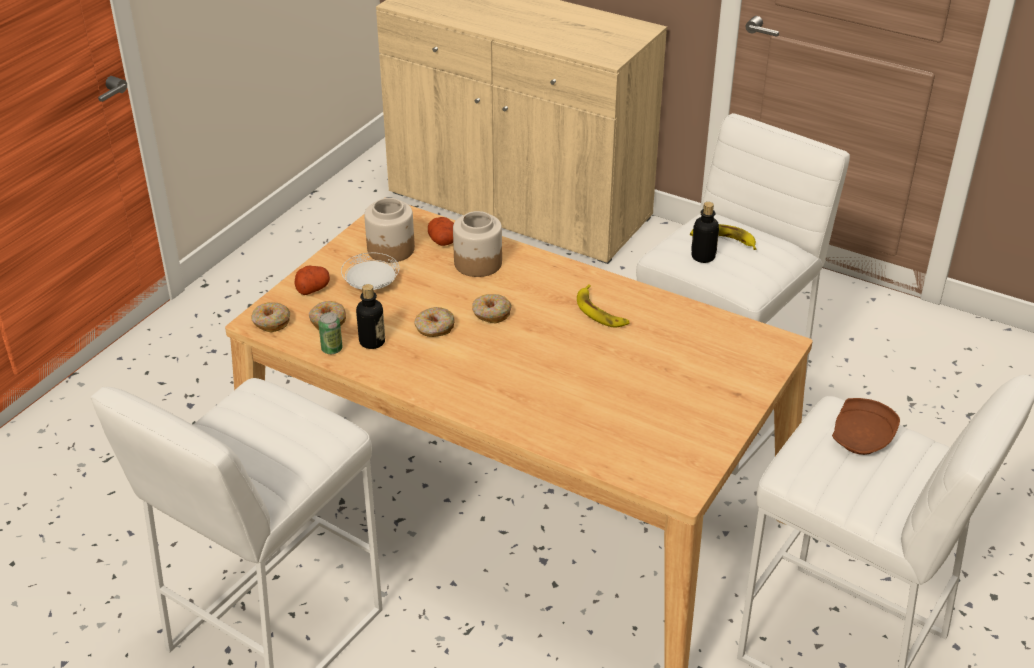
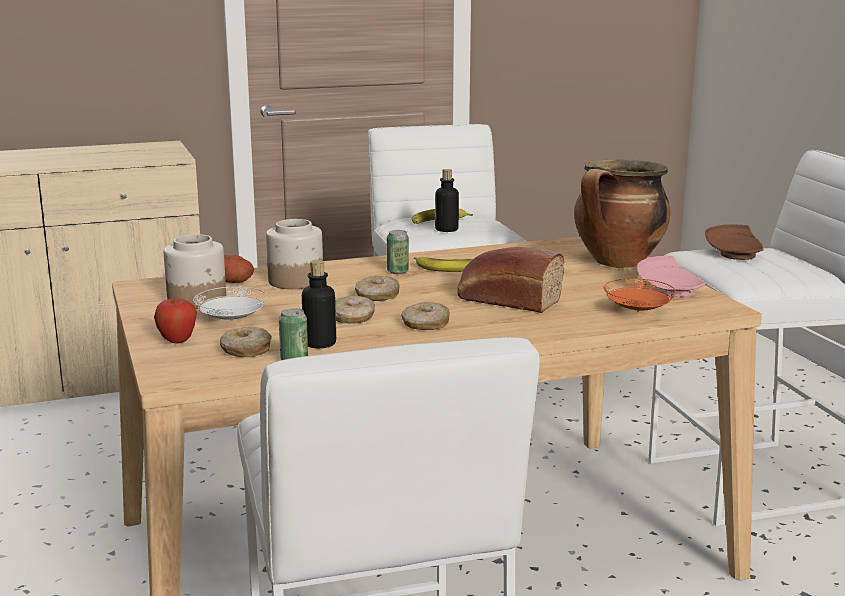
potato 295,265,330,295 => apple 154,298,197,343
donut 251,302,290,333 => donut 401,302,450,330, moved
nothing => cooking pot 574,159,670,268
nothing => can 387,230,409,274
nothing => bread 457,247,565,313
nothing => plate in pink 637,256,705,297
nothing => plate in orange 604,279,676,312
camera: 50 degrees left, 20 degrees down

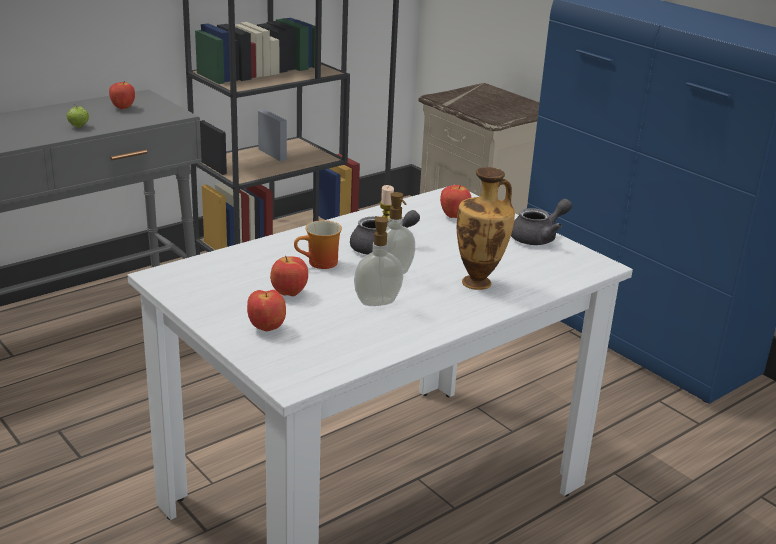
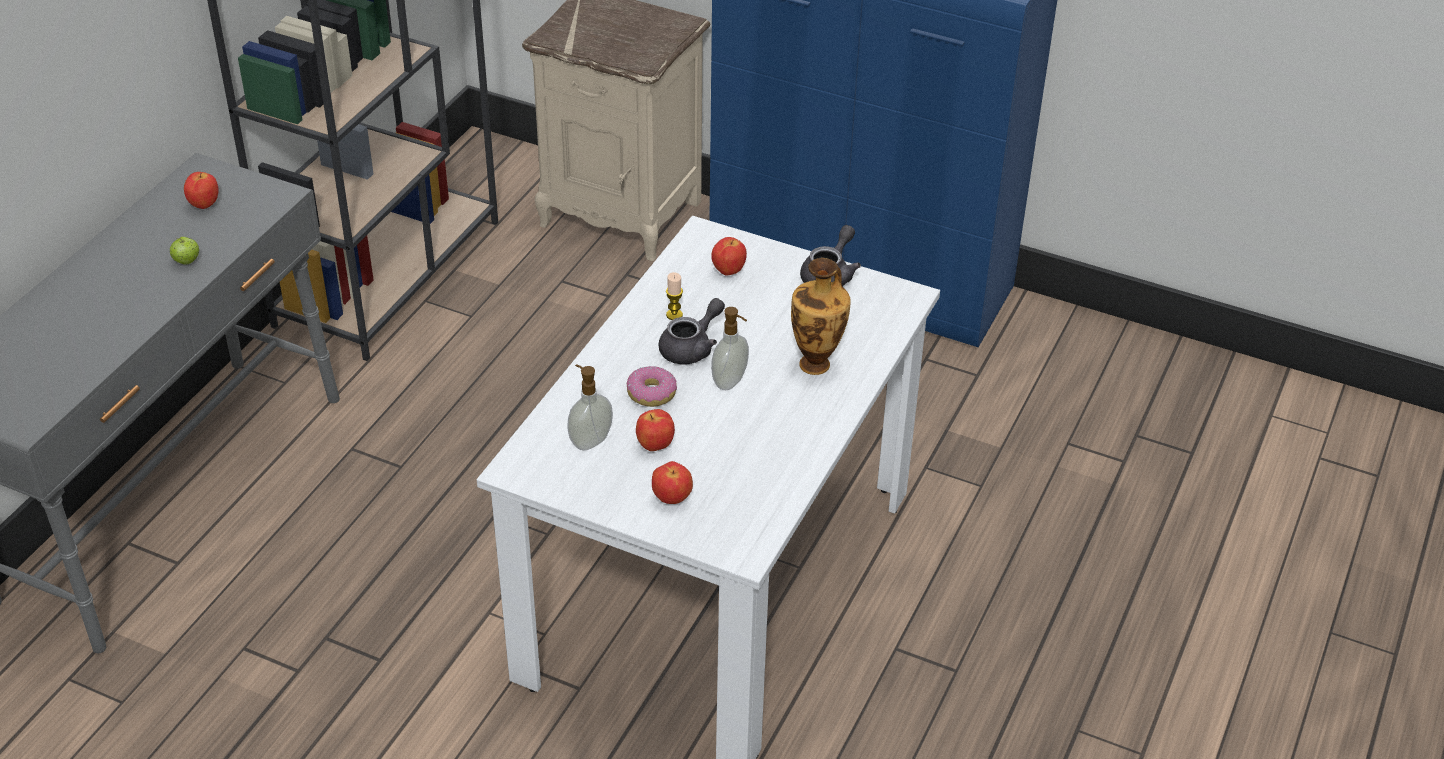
soap dispenser 354,216,403,306 => soap dispenser 567,364,613,450, moved
mug 294,220,342,269 => donut 627,366,677,407
camera: 25 degrees left, 15 degrees up

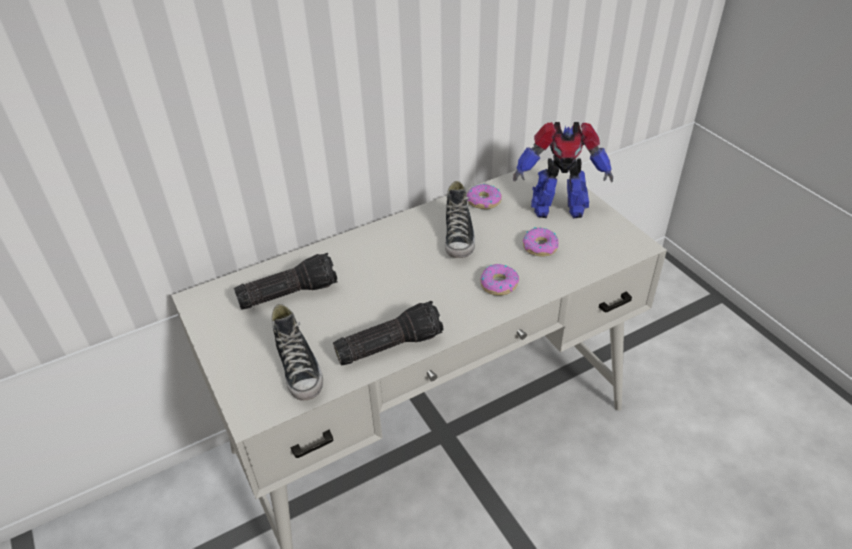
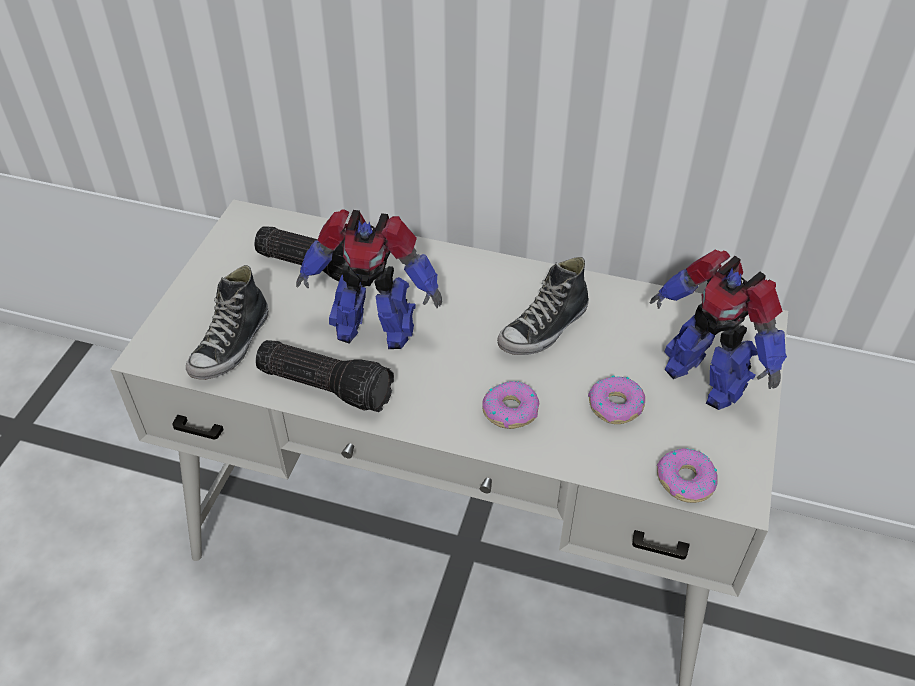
donut 467,184,502,209 => donut 657,448,718,503, moved
nothing => toy robot 296,209,442,349
camera: 45 degrees right, 5 degrees up

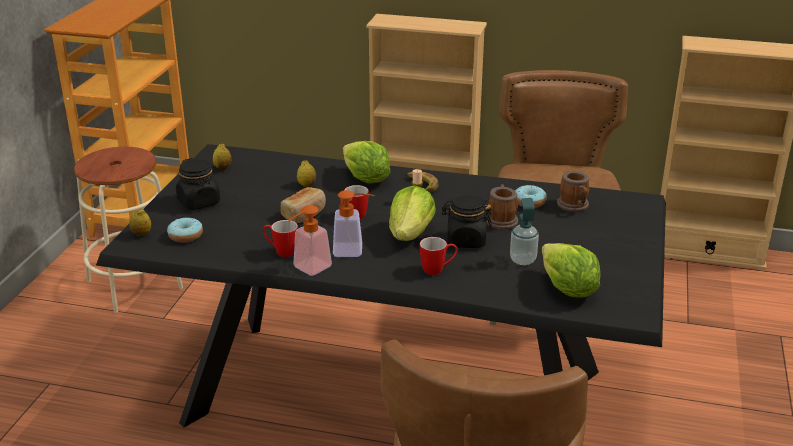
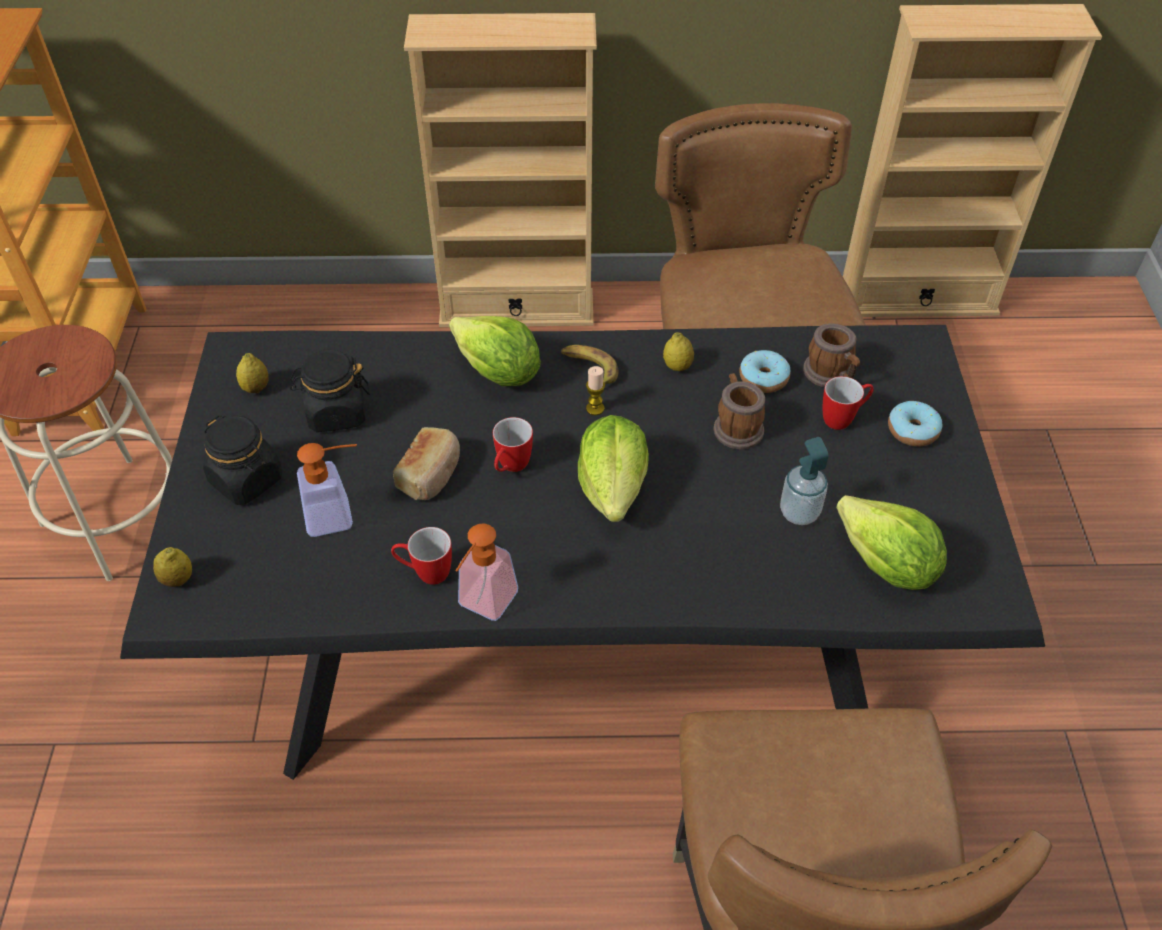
lemon 297,160,316,187 => lemon 663,332,694,371, moved
soap dispenser 333,190,374,257 => soap dispenser 297,443,357,537, moved
jar in black 442,194,492,248 => jar in black 290,349,370,432, moved
donut 167,217,203,243 => donut 888,401,942,446, moved
mug 420,237,458,275 => mug 823,376,874,430, moved
camera: 15 degrees left, 20 degrees up

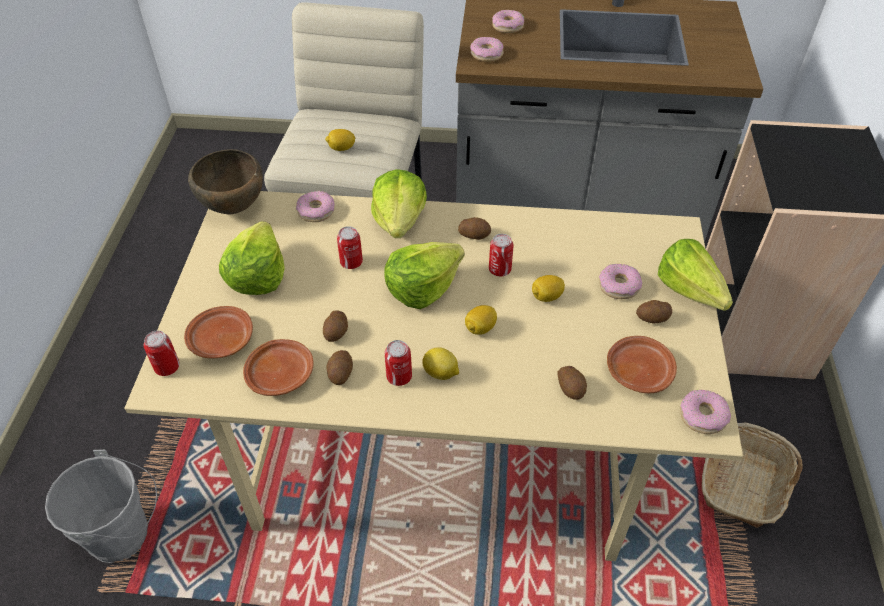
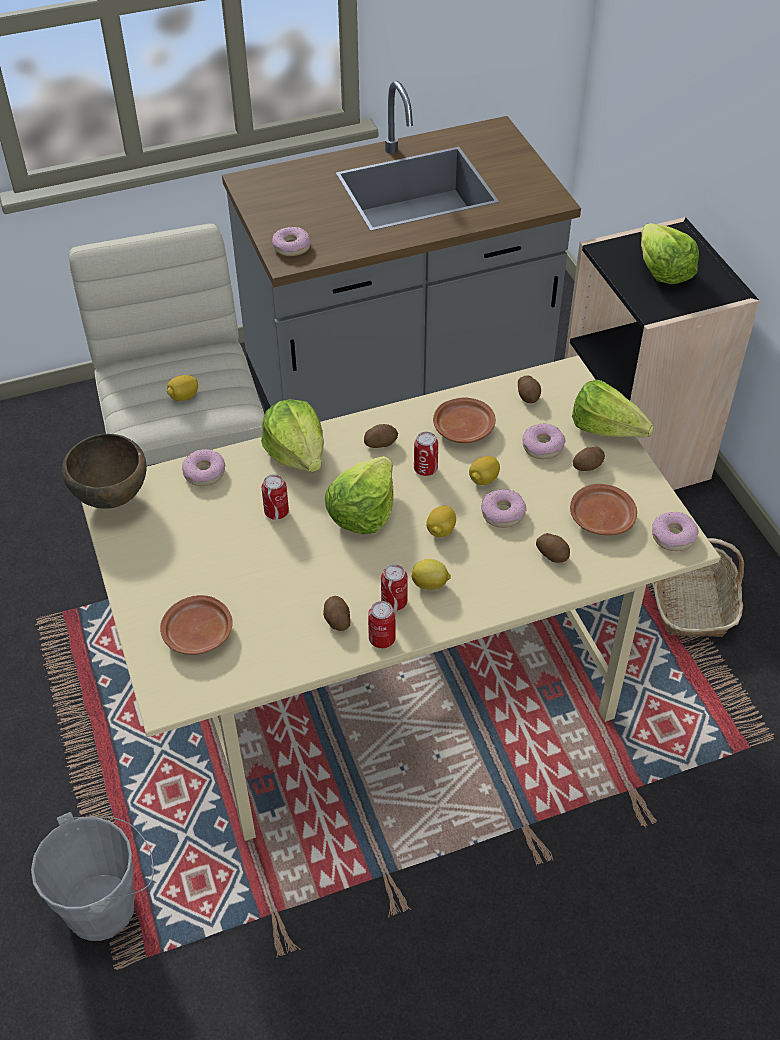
donut 492,10,524,33 => donut 481,489,527,528, moved
lettuce 219,221,285,295 => lettuce 641,223,699,284, moved
potato 323,310,348,342 => potato 518,376,541,403, moved
can 144,330,180,376 => can 368,601,396,648, moved
plate in brown 243,339,314,396 => plate in brown 433,398,496,443, moved
camera: 25 degrees left, 0 degrees up

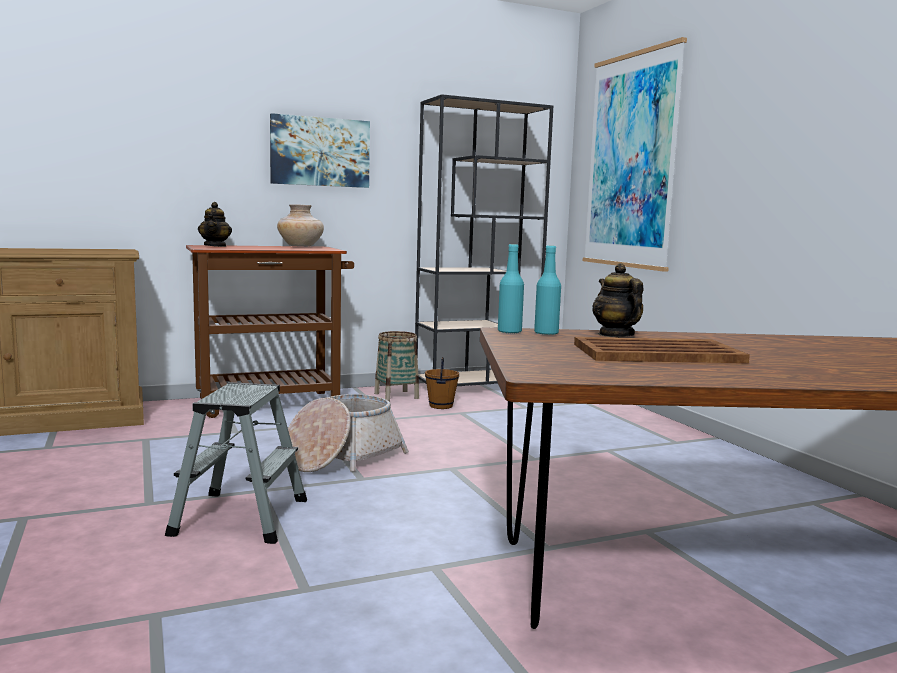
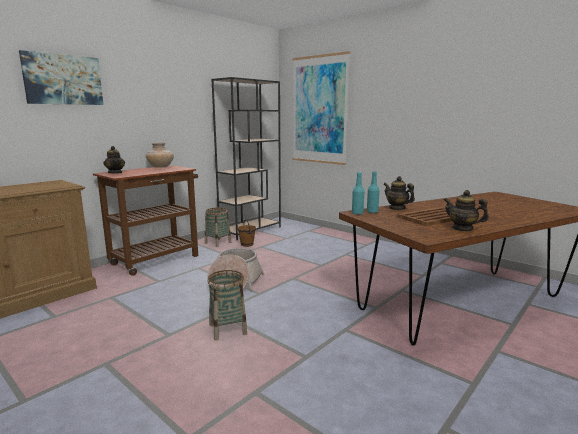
picture 270,113,370,188 => picture 19,50,104,105, moved
step ladder in grey 165,382,307,544 => basket 207,270,247,340
nothing => teapot 444,190,489,232
camera: 25 degrees left, 5 degrees up

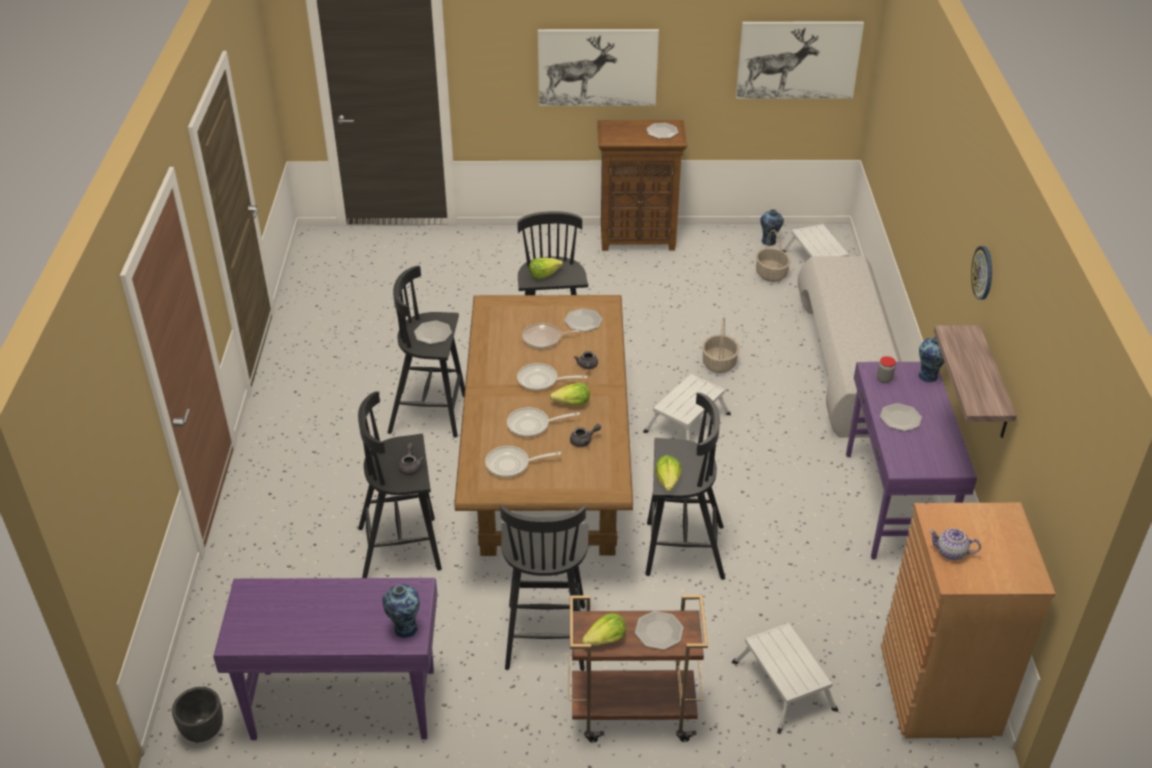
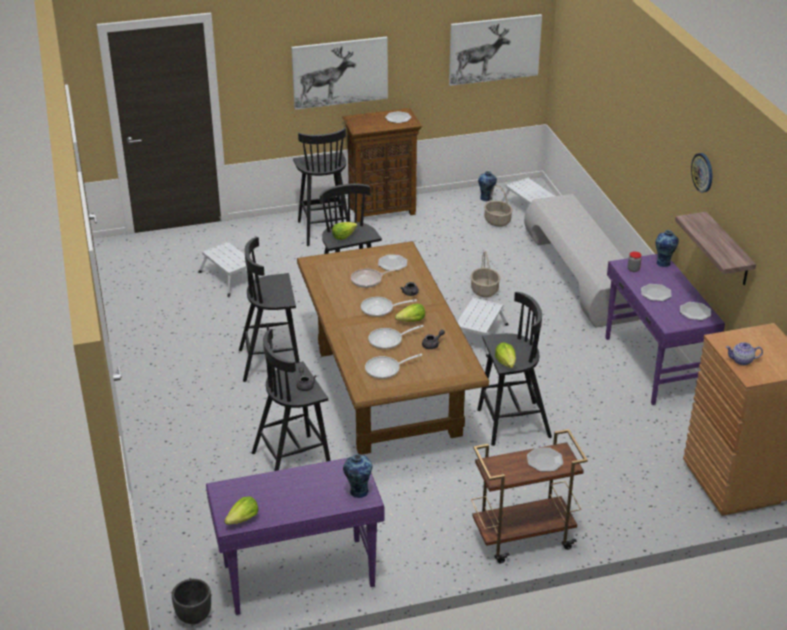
plate 414,321,452,344 => plate 680,302,711,320, moved
stool in black 500,504,589,671 => stool in black 293,127,348,246, moved
lettuce 582,613,626,645 => lettuce 224,496,259,525, moved
step ladder in white 732,623,838,734 => step ladder in white 198,242,260,297, moved
camera: 15 degrees left, 5 degrees down

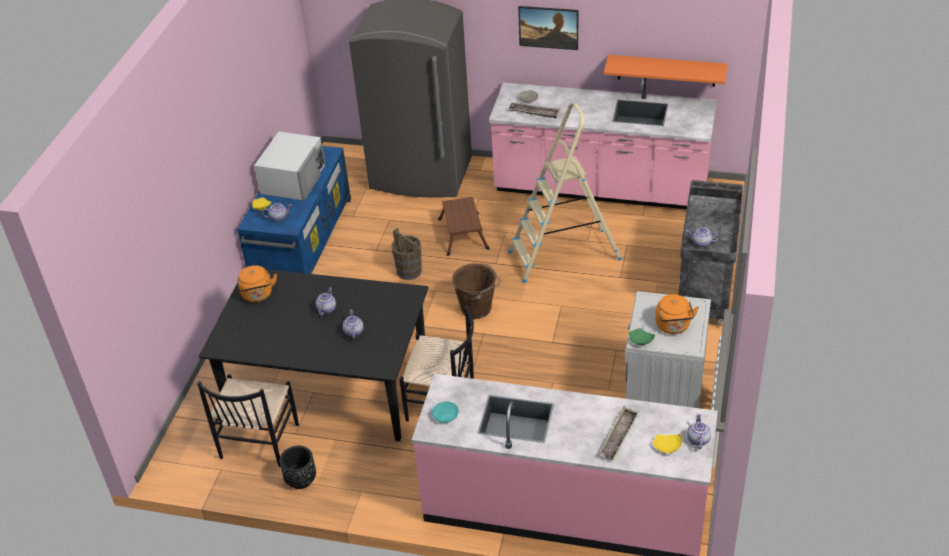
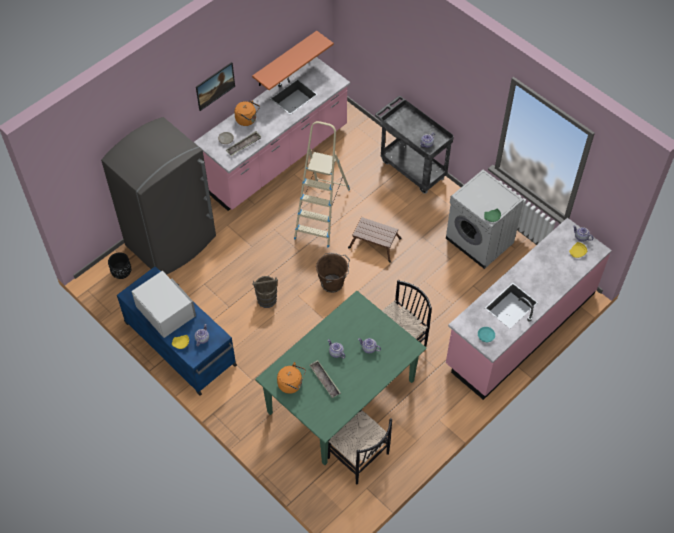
step ladder in brown 438,197,490,256 => step ladder in brown 348,217,402,263, moved
dining table in black 199,267,428,442 => dining table in green 255,291,427,465
kettle in orange 655,294,699,334 => kettle in orange 234,100,260,126, moved
tray 600,407,639,460 => tray 309,360,341,398, moved
planter in black 279,446,316,489 => planter in black 108,252,131,279, moved
camera: 60 degrees left, 15 degrees up

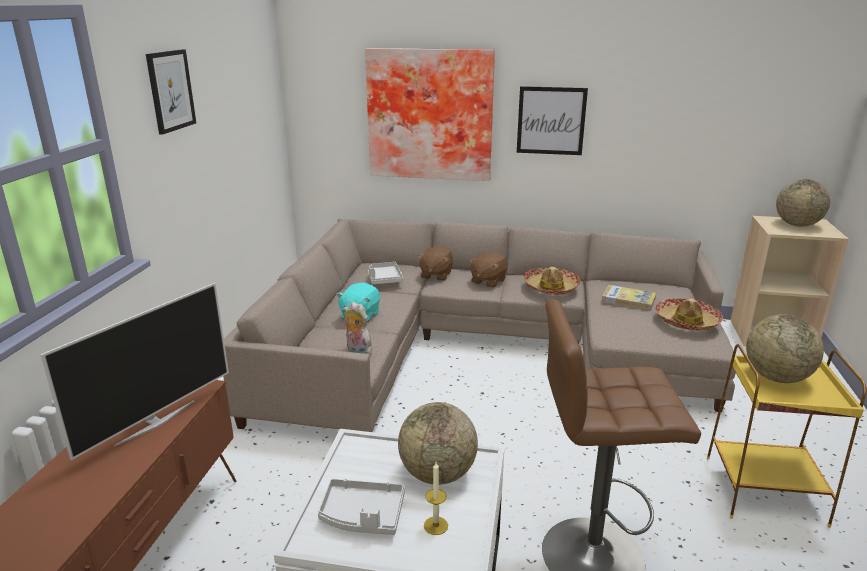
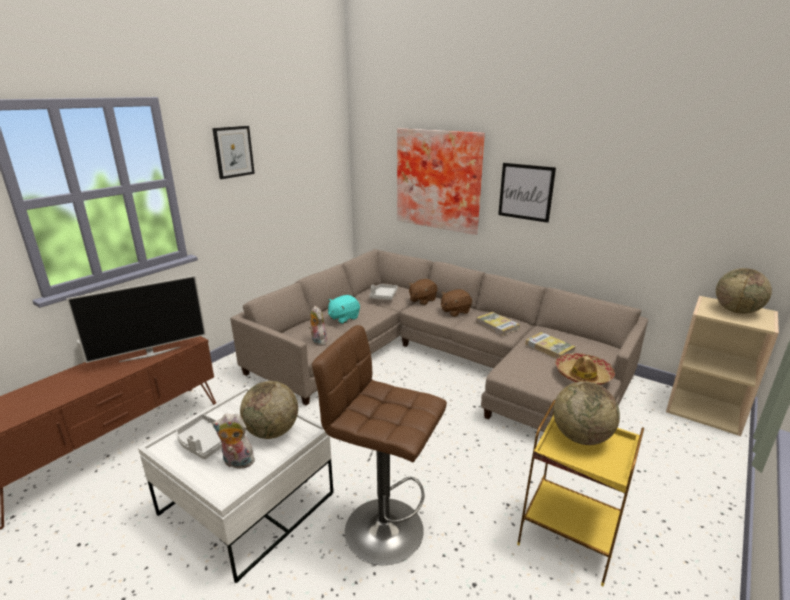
hat 523,267,581,295 => book 476,312,520,335
candle 424,462,448,535 => plush toy 212,414,255,469
camera: 25 degrees right, 0 degrees up

